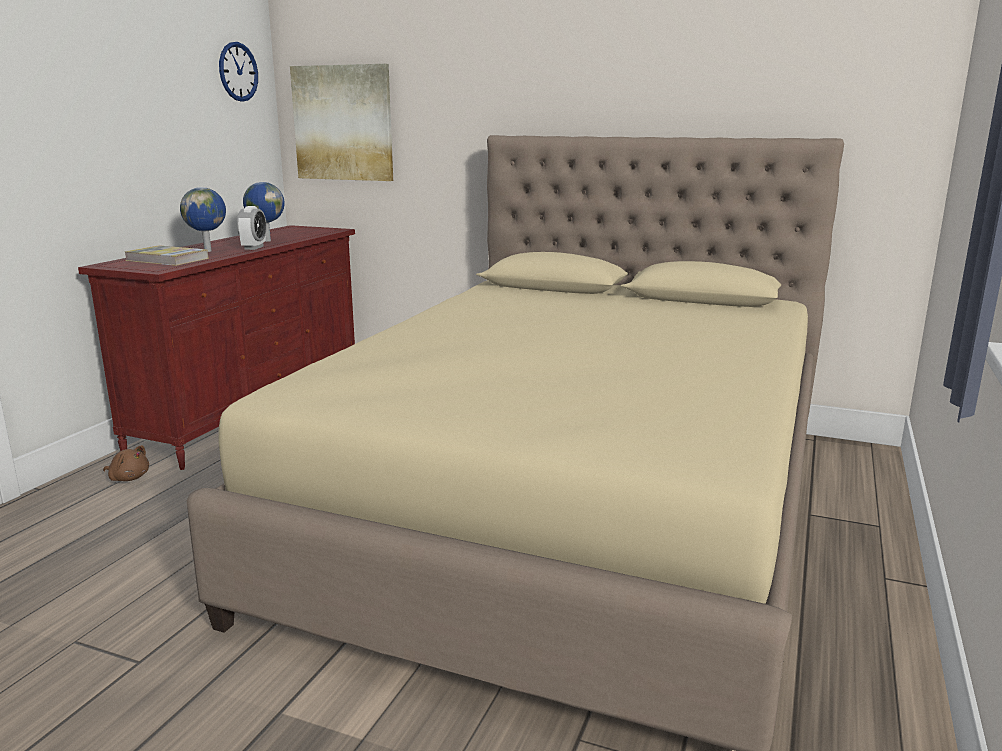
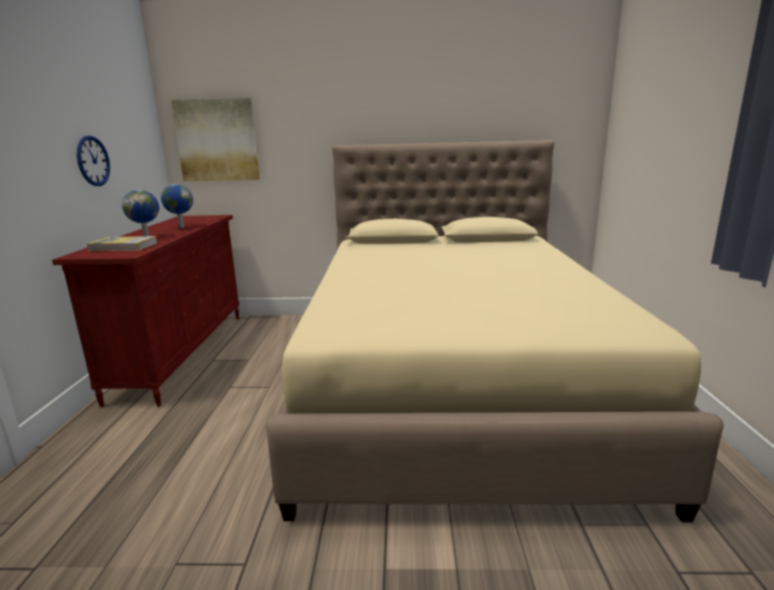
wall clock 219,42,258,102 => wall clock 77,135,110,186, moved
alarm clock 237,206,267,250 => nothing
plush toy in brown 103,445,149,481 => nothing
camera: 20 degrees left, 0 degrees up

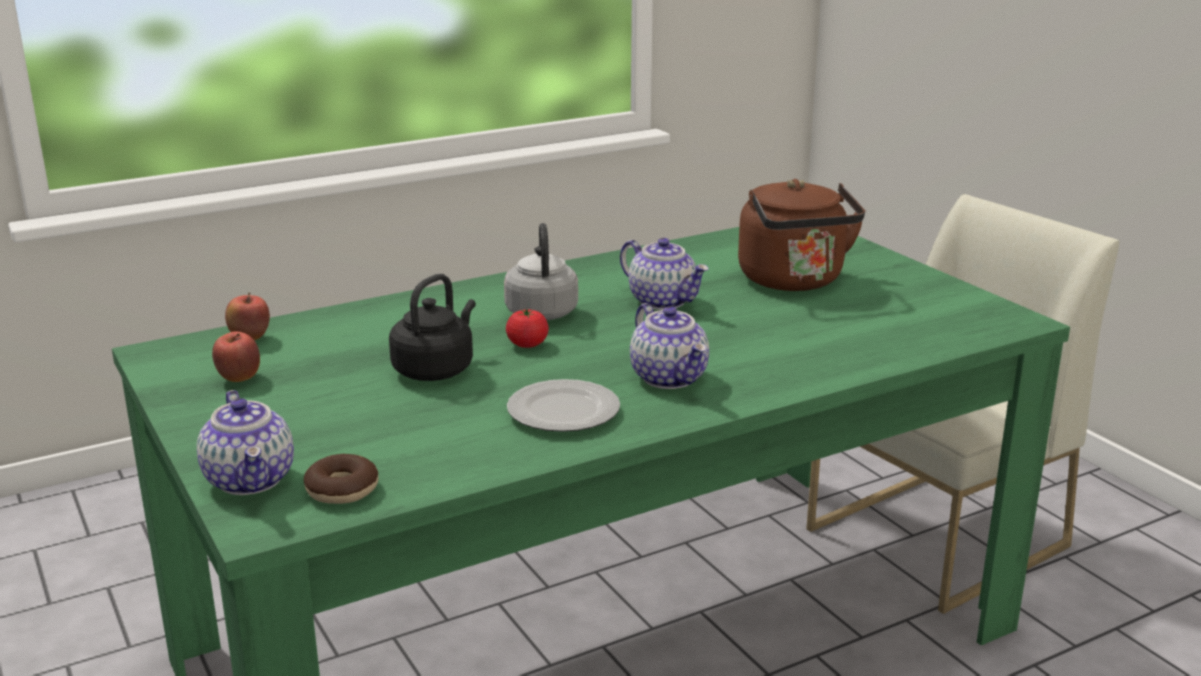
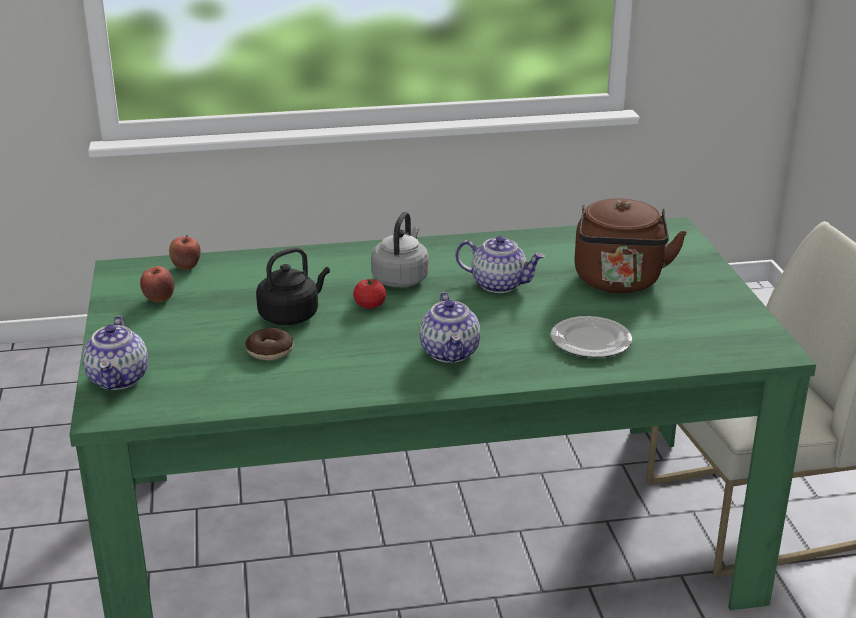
teapot 620,238,709,310 => teapot 455,236,545,293, 45 degrees counterclockwise
plate 507,379,620,432 => plate 550,316,633,358, moved
donut 304,454,378,504 => donut 245,328,293,360, moved
camera: 20 degrees right, 5 degrees up

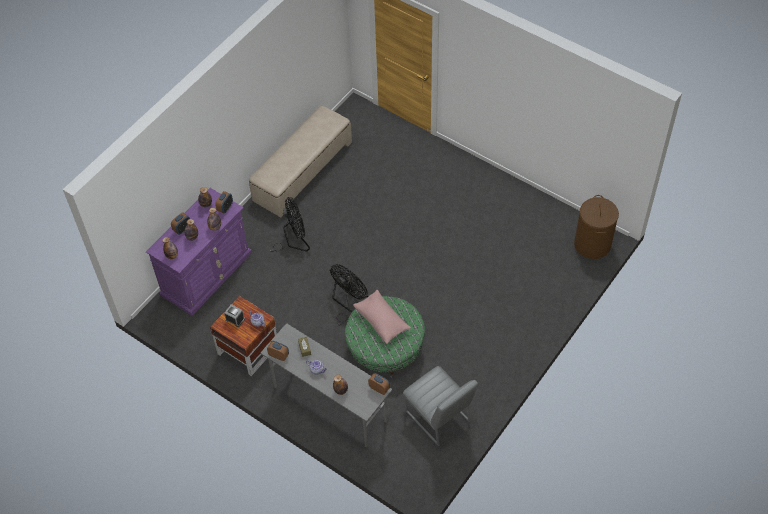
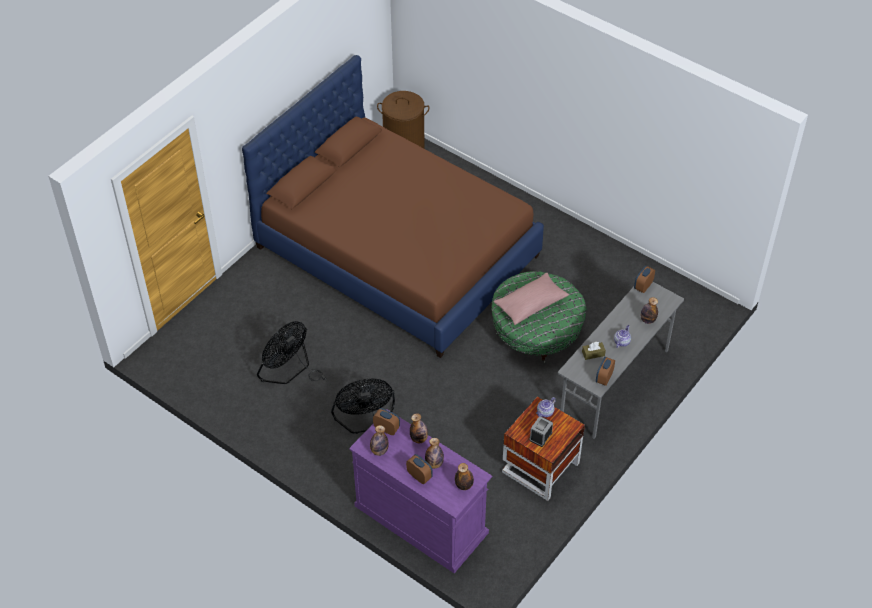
bench in beige 249,106,352,217 => nothing
fan in black 329,264,368,326 => fan in black 257,321,326,384, moved
chair in grey 403,366,478,446 => nothing
nothing => bed in brown 242,55,544,358
camera: 90 degrees left, 5 degrees down

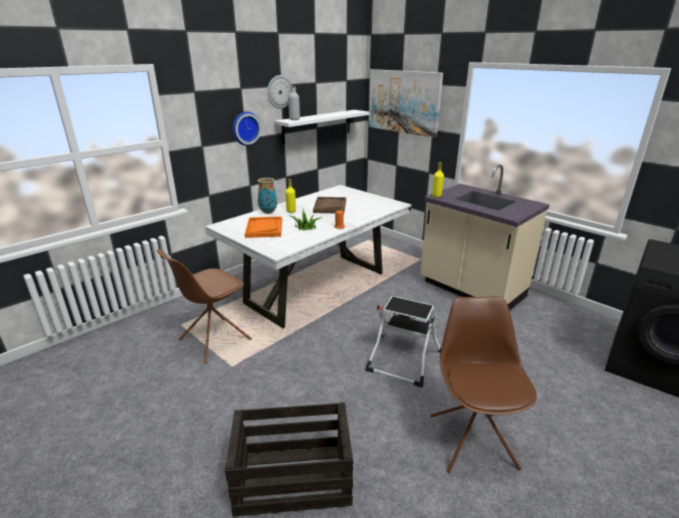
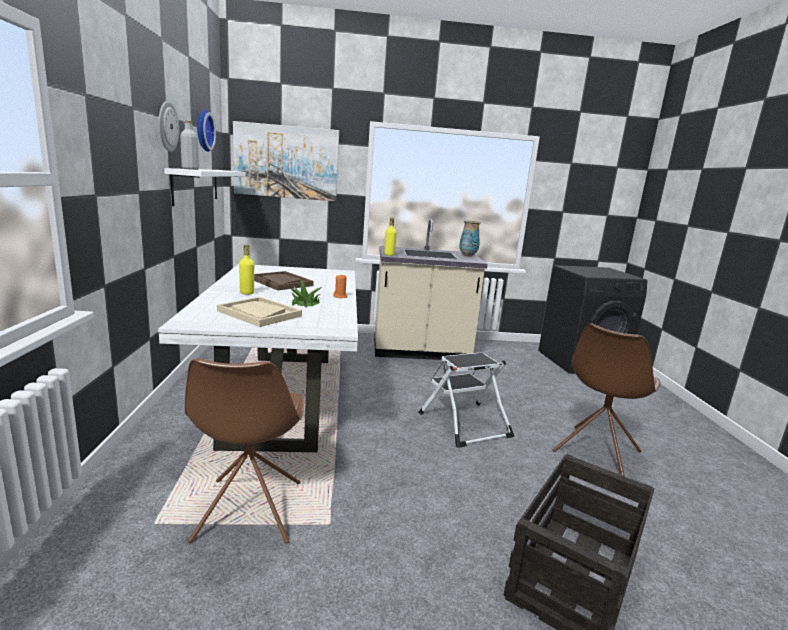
wall clock 233,112,261,146 => wall clock 197,110,216,152, moved
vase 258,178,277,214 => vase 459,220,481,257, moved
tray in orange 245,216,282,238 => tray in beige 217,297,302,327
chair in brown 430,296,537,473 => chair in brown 553,323,661,477, 90 degrees counterclockwise
camera: 50 degrees left, 10 degrees down

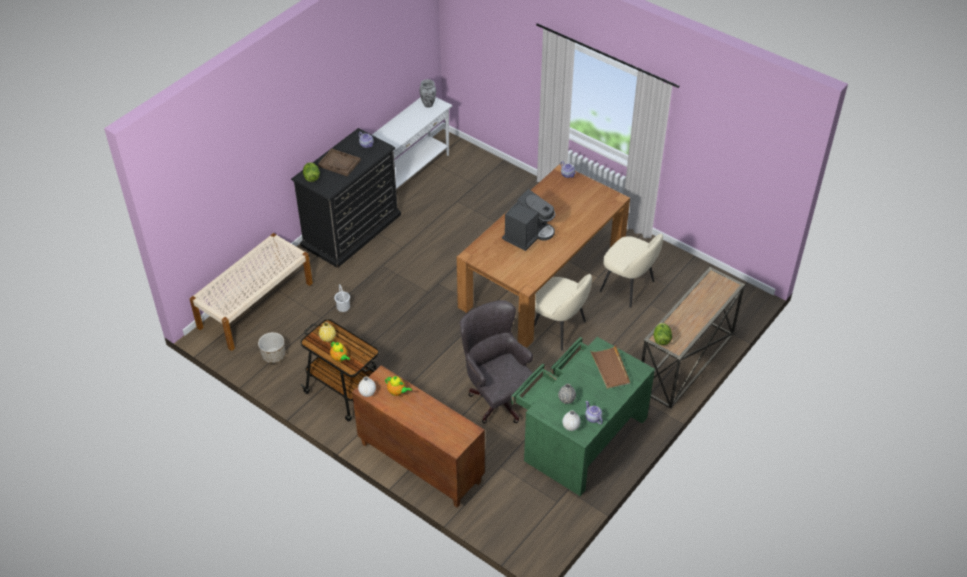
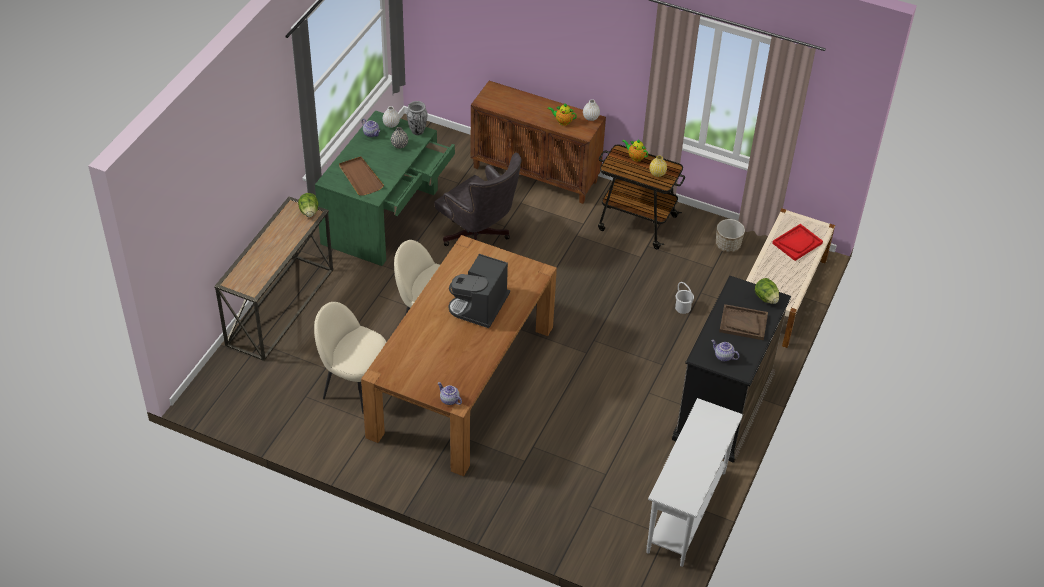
vase 419,79,436,108 => vase 407,101,428,135, moved
nothing => tray in red 772,224,823,261
camera: 165 degrees right, 0 degrees up

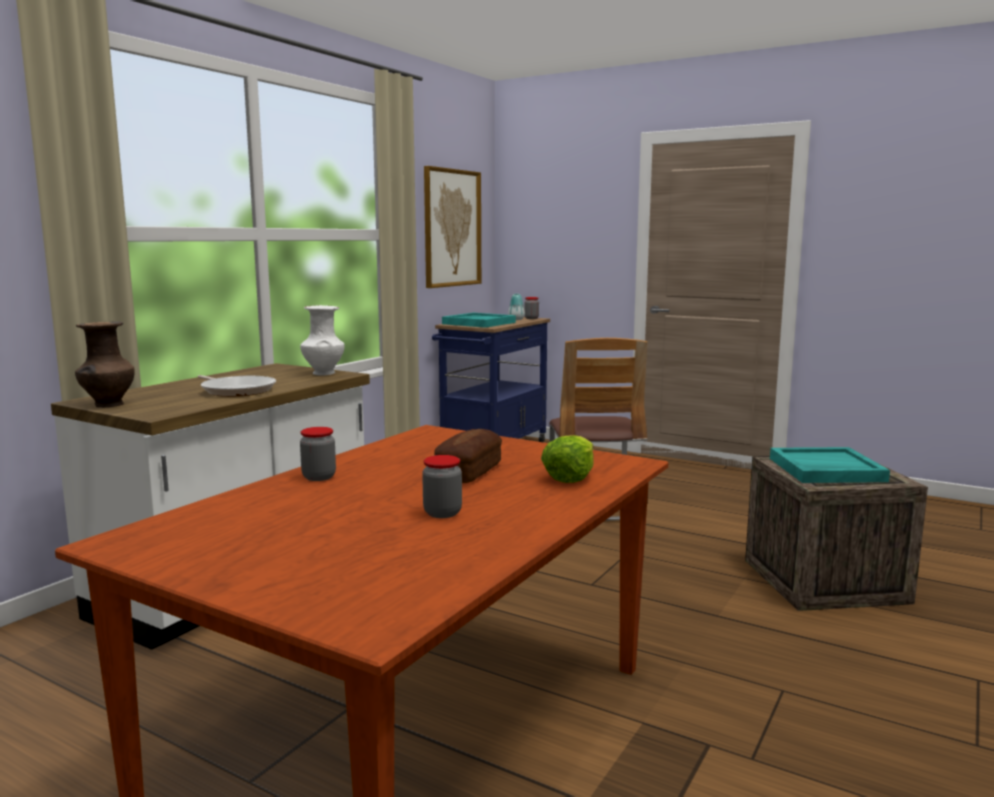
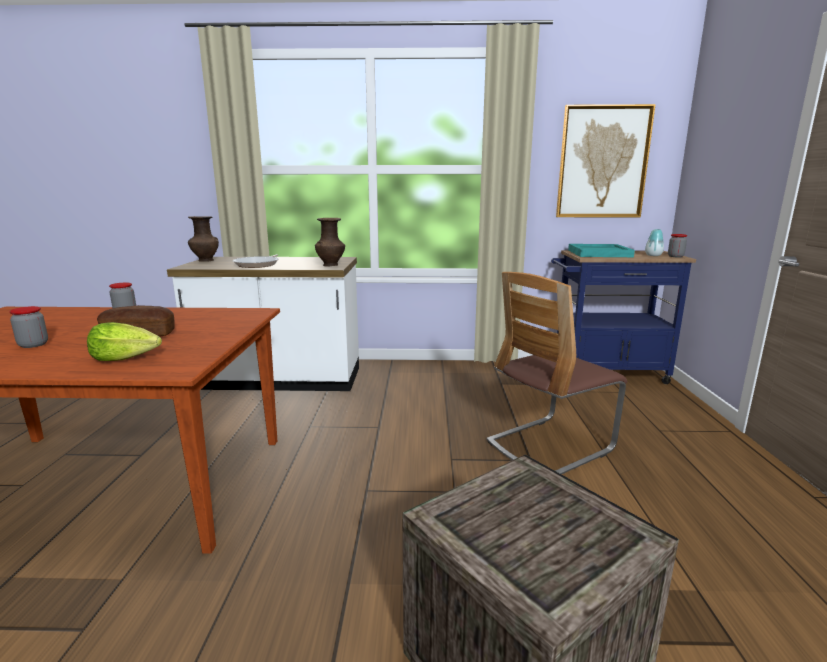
vase in white 300,305,345,375 => vase in brown 315,218,345,266
tray in turquoise 770,447,890,483 => nothing
camera: 60 degrees right, 5 degrees up

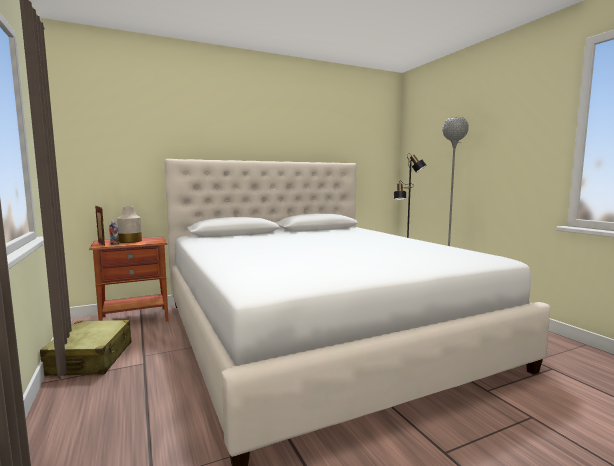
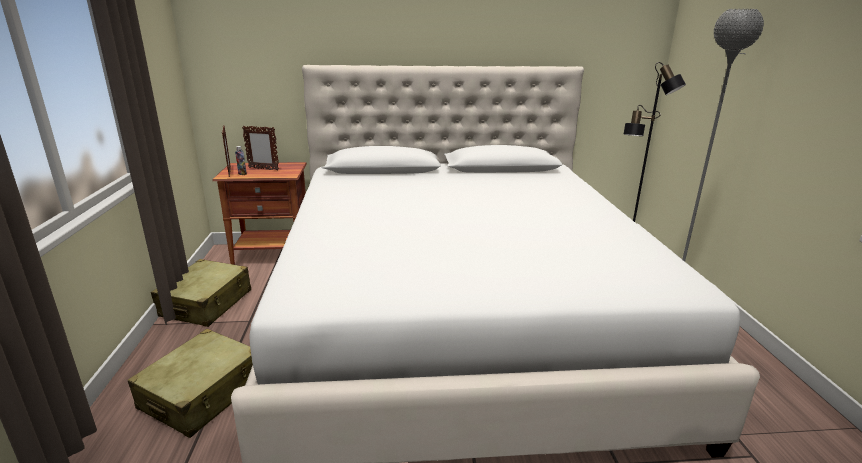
vase in beige 117,206,142,243 => picture frame 242,126,279,171
nothing => suitcase in beige 128,329,253,438
camera: 20 degrees right, 15 degrees up

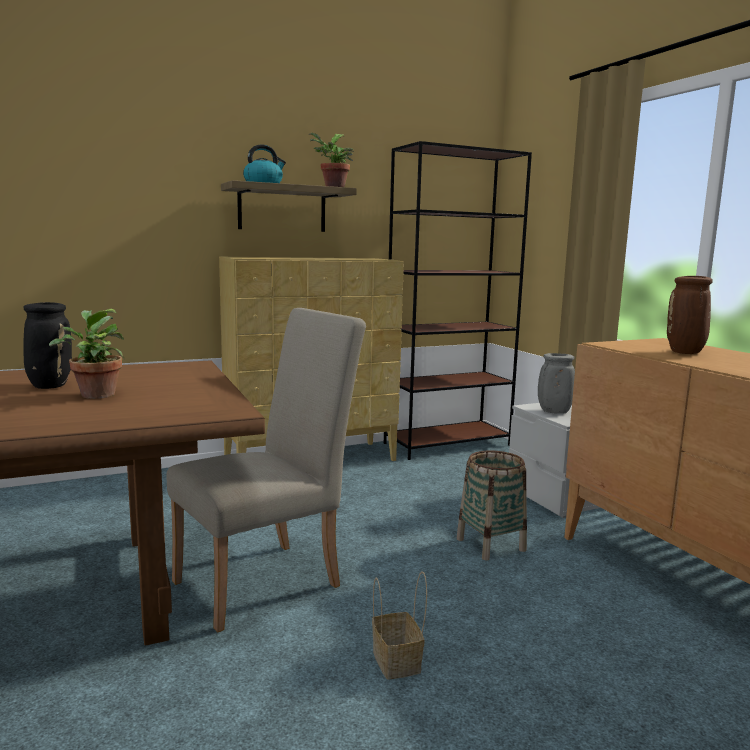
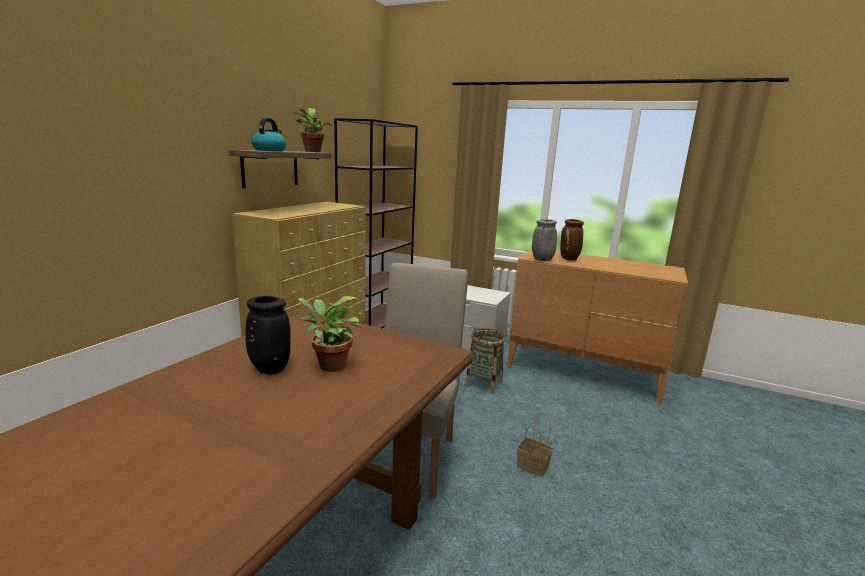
vase in grey 538,353,575,414 => vase in grey 532,219,557,261, moved
camera: 40 degrees left, 5 degrees up

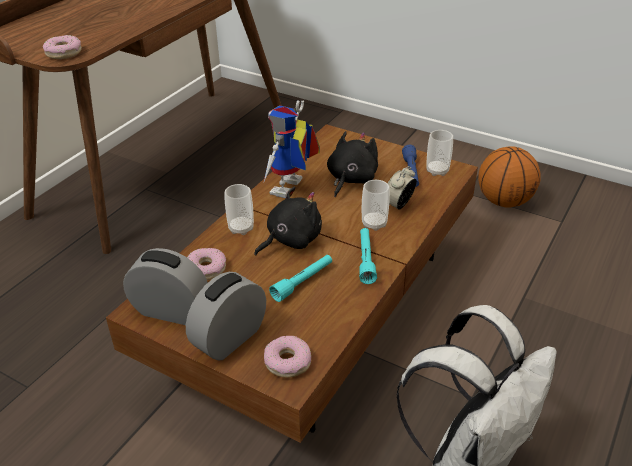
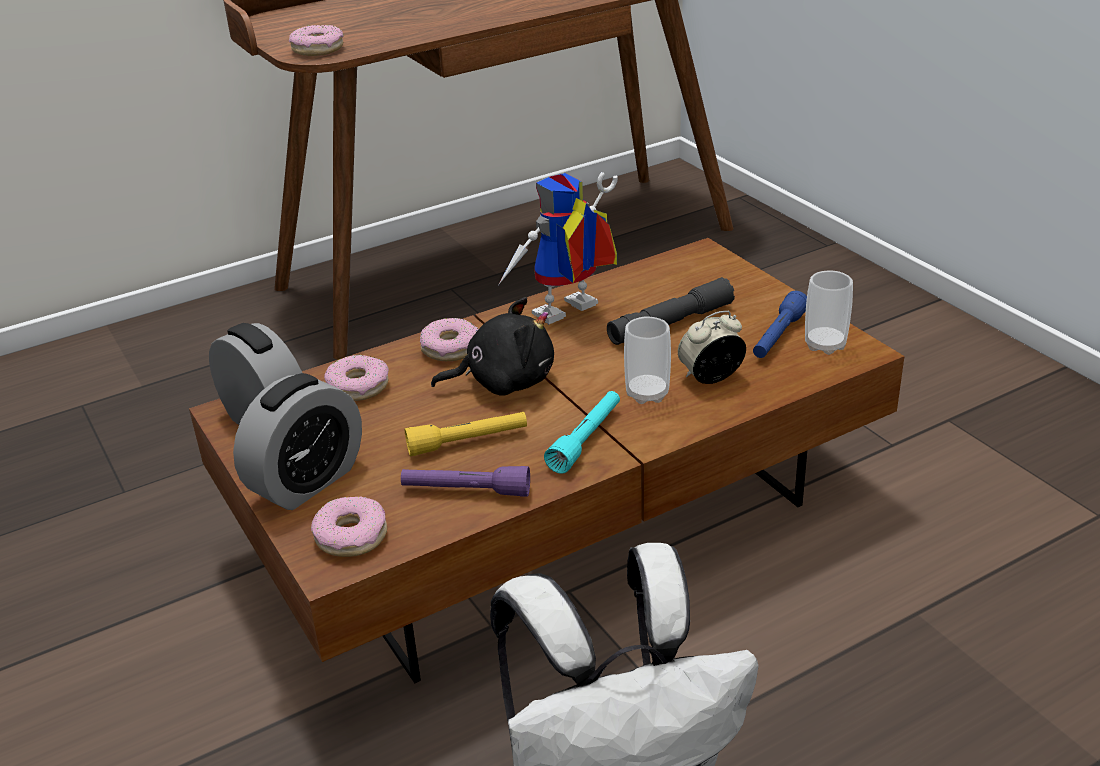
plush toy in black 327,131,378,197 => flashlight in grey 607,277,735,345
basketball 478,146,541,208 => nothing
cup 225,184,254,235 => donut 420,318,478,361
flashlight in turquoise 269,255,332,302 => flashlight in yellow 405,412,527,457
alarm clock 186,272,266,361 => alarm clock 233,373,362,510, 150 degrees clockwise
nothing => flashlight in purple 401,466,530,497
camera: 30 degrees right, 5 degrees down

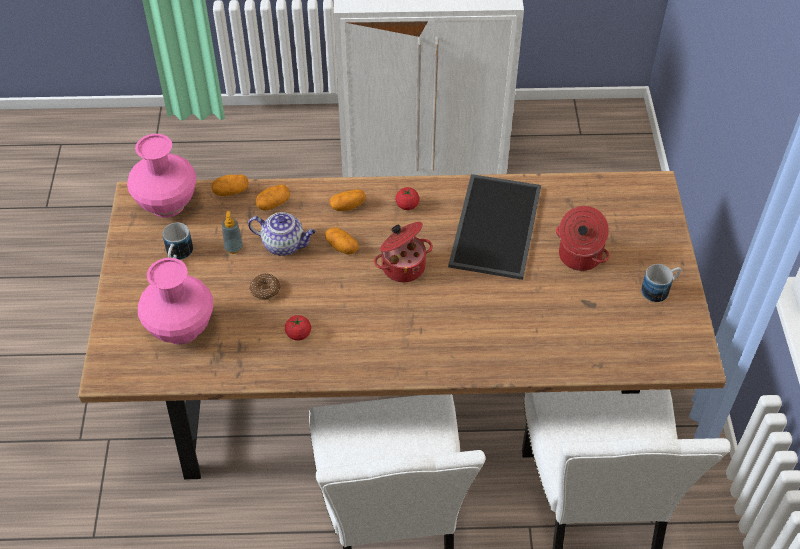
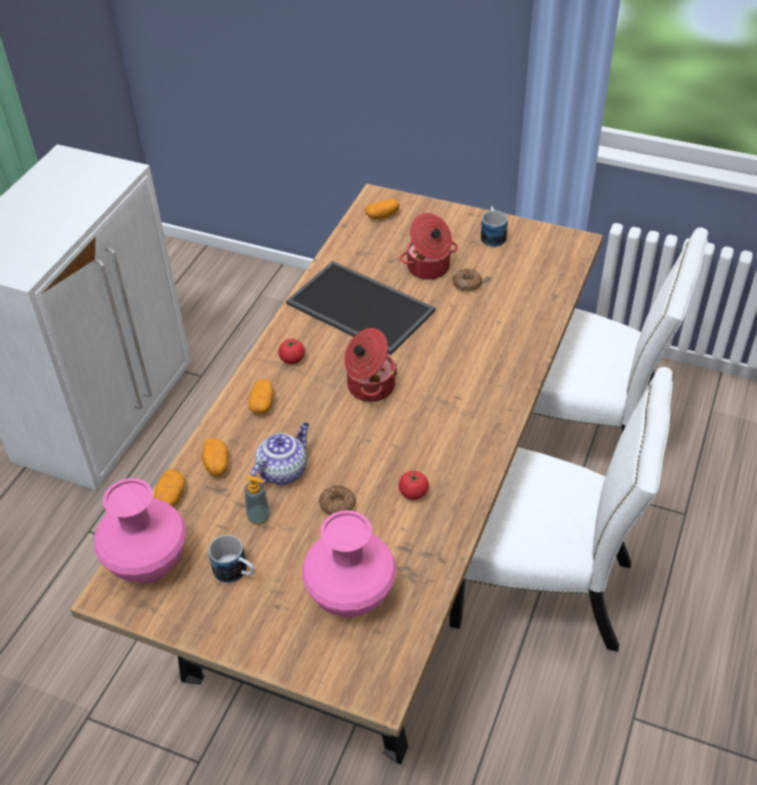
potato 325,227,359,255 => potato 365,199,400,219, moved
nothing => donut 452,269,482,292
camera: 65 degrees left, 5 degrees down

